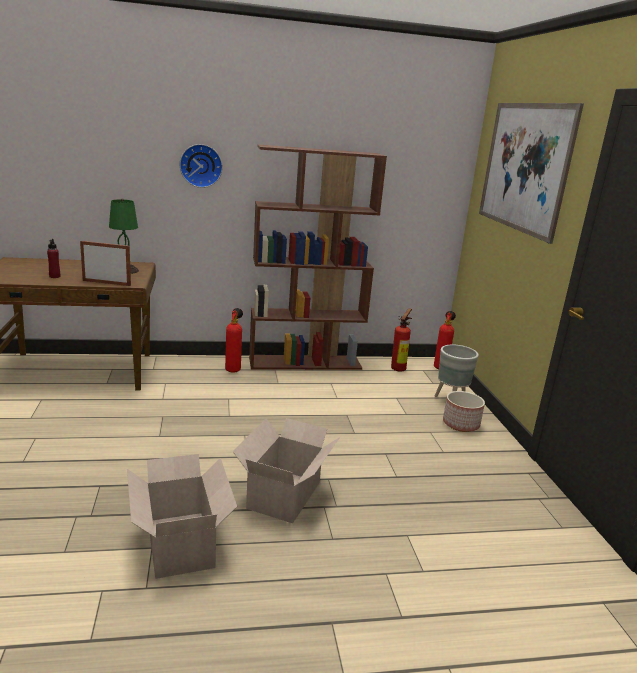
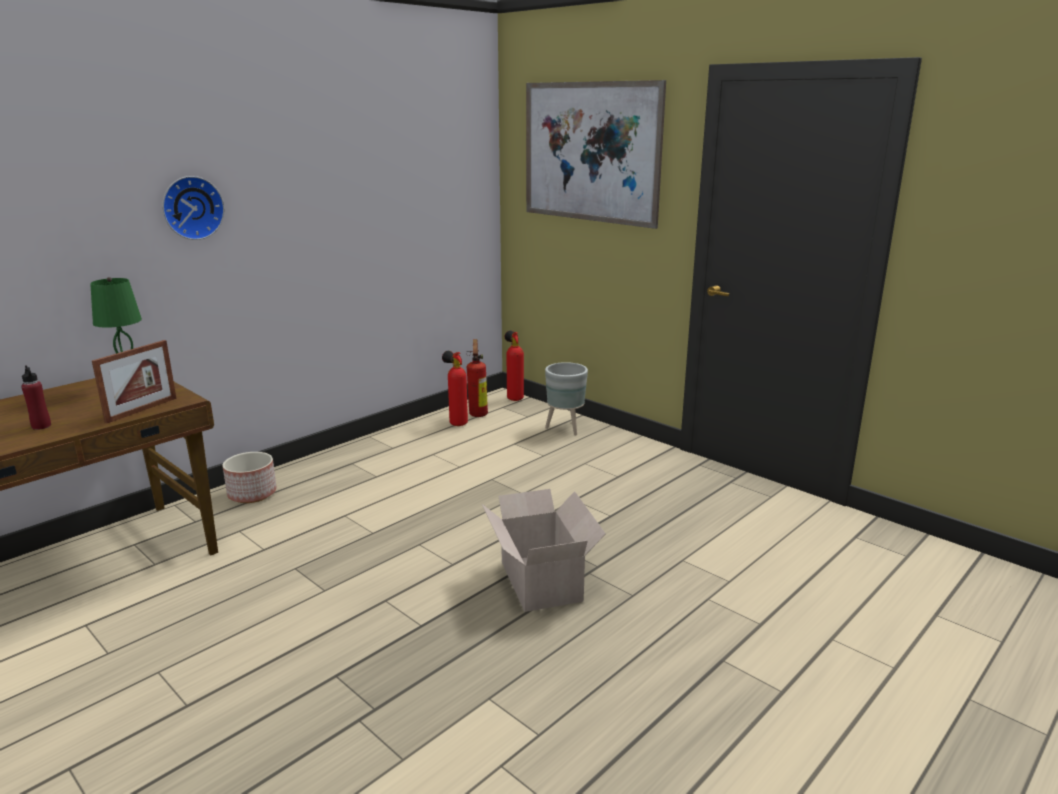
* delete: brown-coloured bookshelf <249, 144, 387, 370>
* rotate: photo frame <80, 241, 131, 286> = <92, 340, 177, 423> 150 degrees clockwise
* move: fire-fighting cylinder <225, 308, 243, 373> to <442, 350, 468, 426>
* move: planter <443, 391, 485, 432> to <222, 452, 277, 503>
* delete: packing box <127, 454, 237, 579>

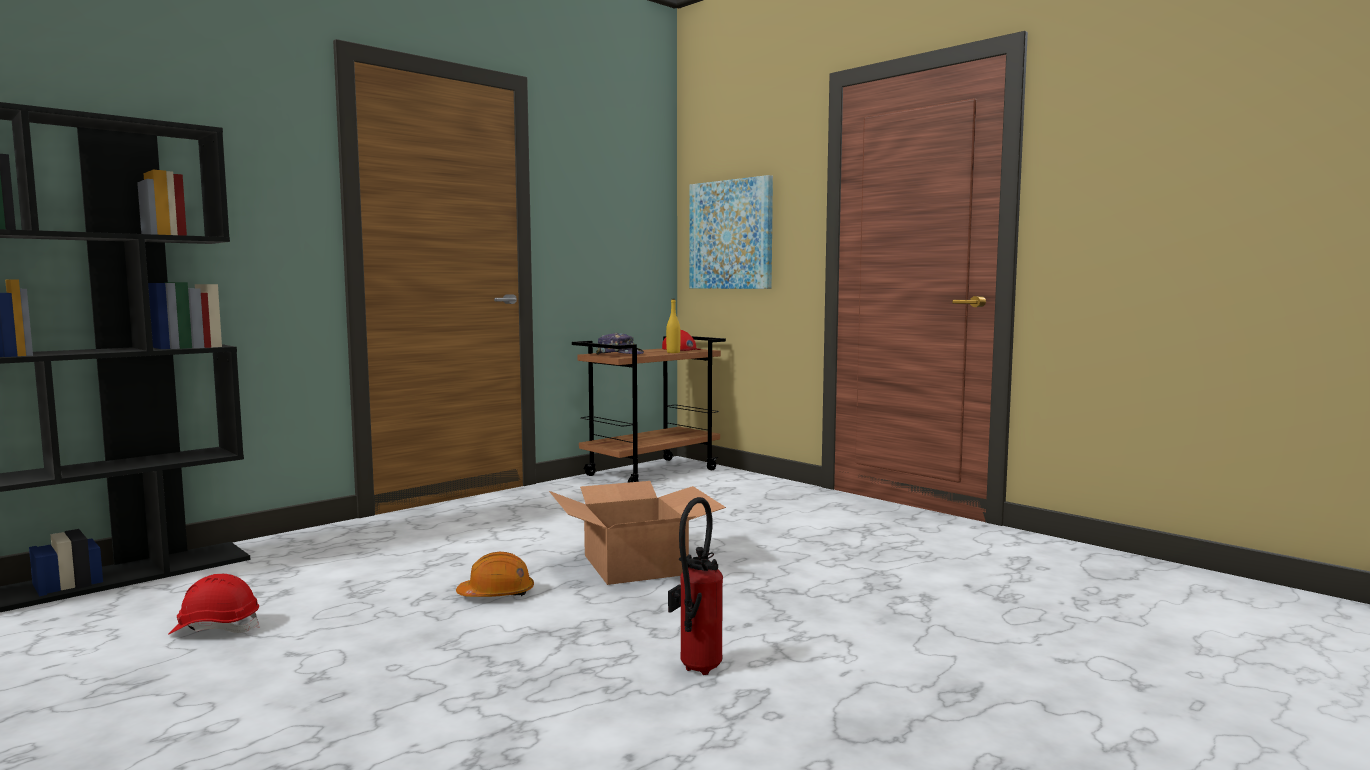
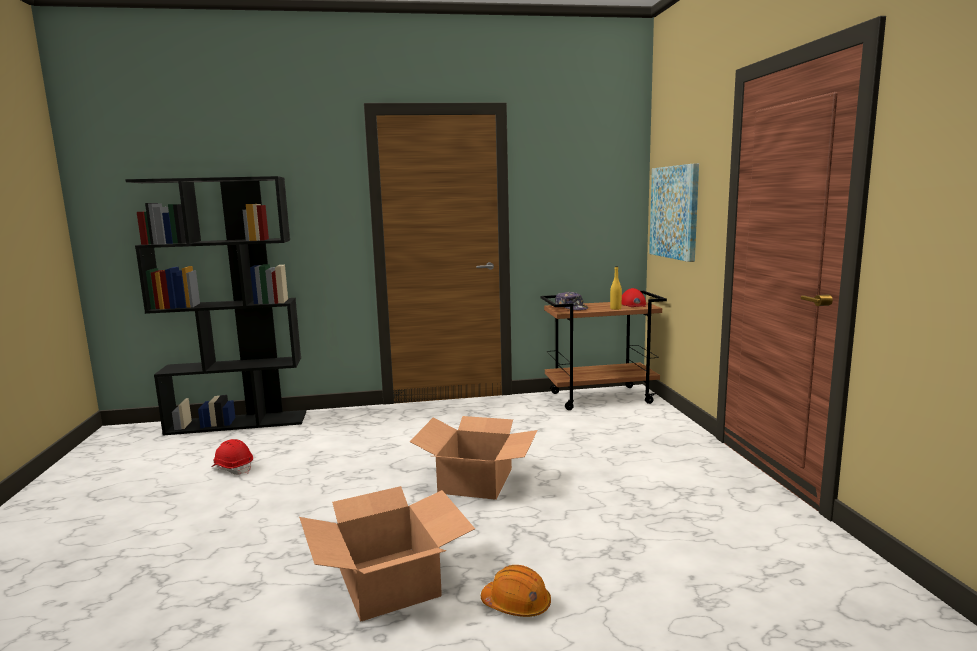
* replace: fire-fighting cylinder <668, 497, 723, 675> to packing box <299, 486, 475, 622>
* move: orangey hard hat <456, 552, 534, 597> to <481, 565, 551, 617>

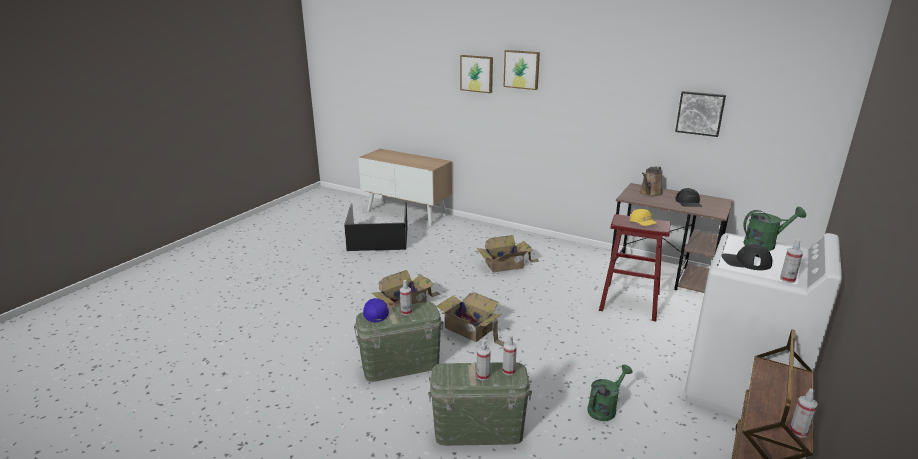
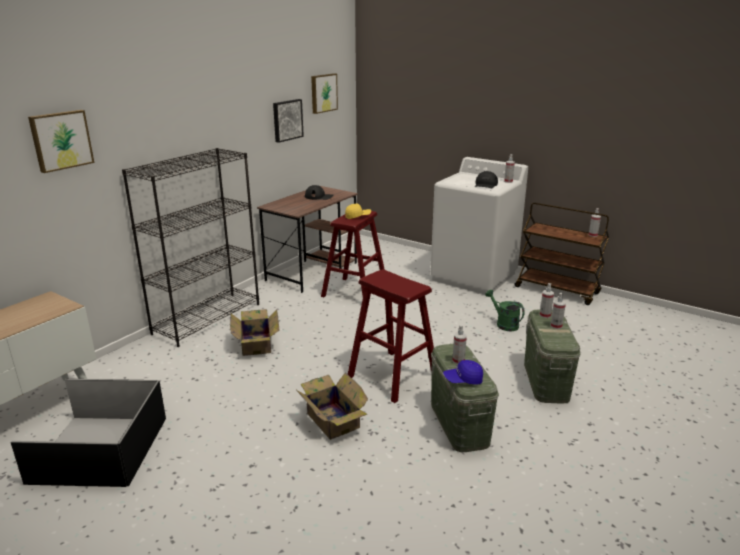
* move: wall picture <503, 50, 540, 90> to <311, 73, 338, 114>
* delete: brown-coloured sprinkling can <639, 166, 663, 196>
* delete: greenish sprinkling can <743, 207, 806, 251>
* replace: packing box <436, 293, 505, 347> to red-coloured sitting stool <348, 270, 434, 403>
* insert: blackish bookshelf <122, 148, 259, 347>

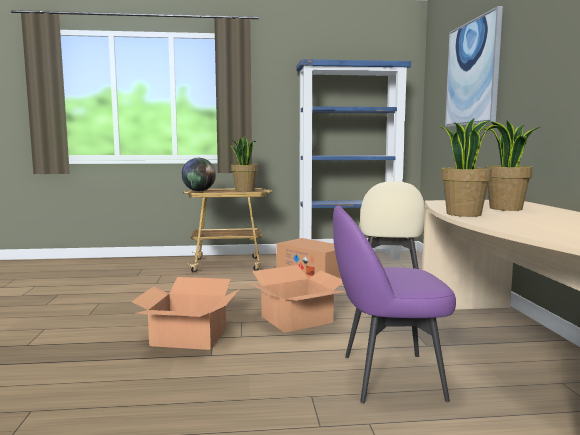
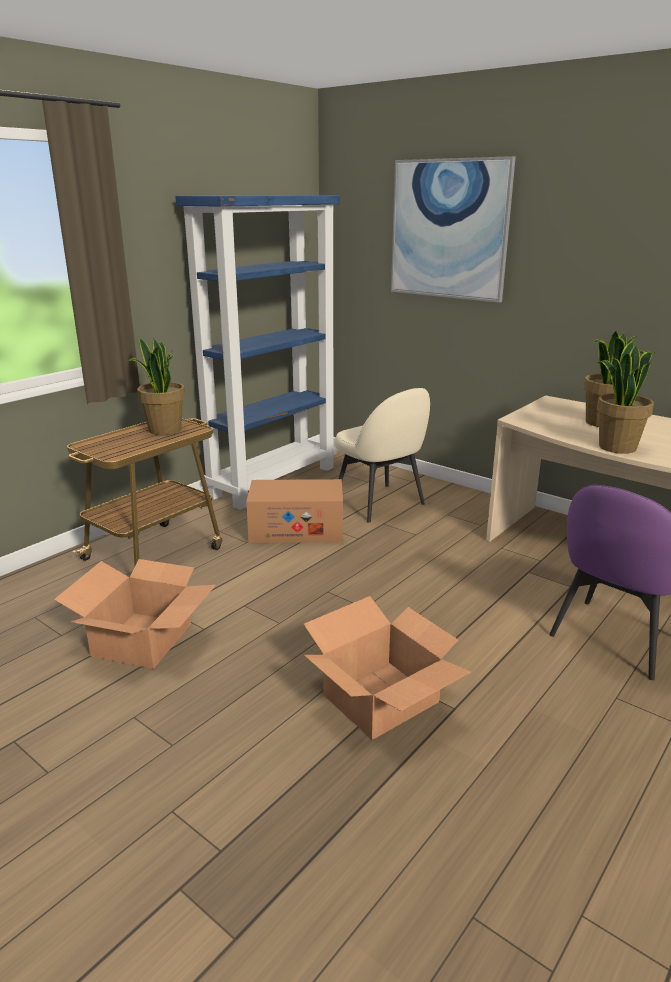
* delete: world globe <182, 158, 216, 191>
* move: packing box <249, 265, 346, 333> to <54, 559, 216, 669>

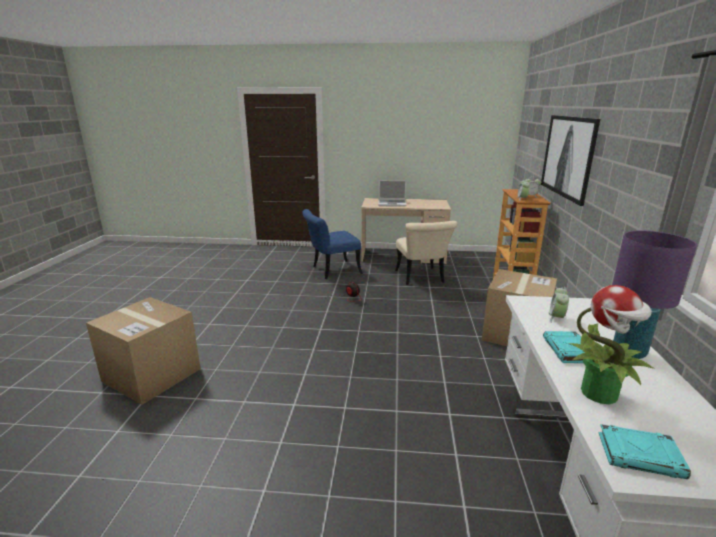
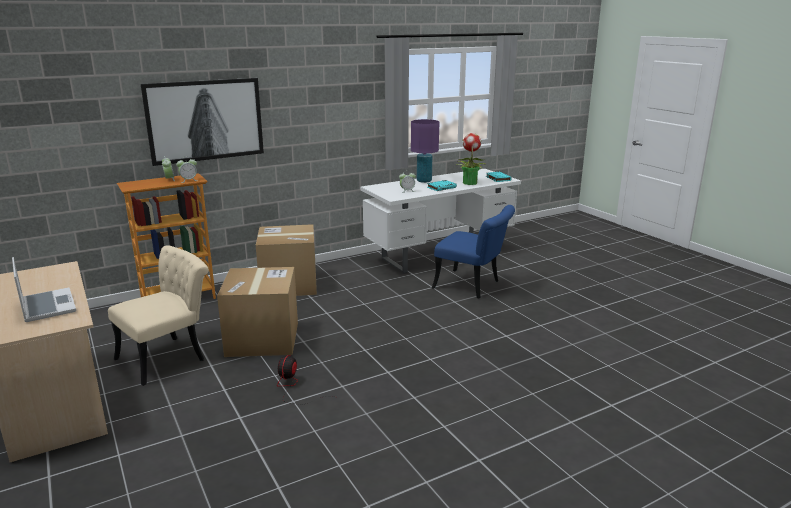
* move: blue-coloured plain chair <302, 209, 363, 279> to <432, 205, 515, 298>
* move: packing box <86, 297, 201, 405> to <217, 267, 298, 357>

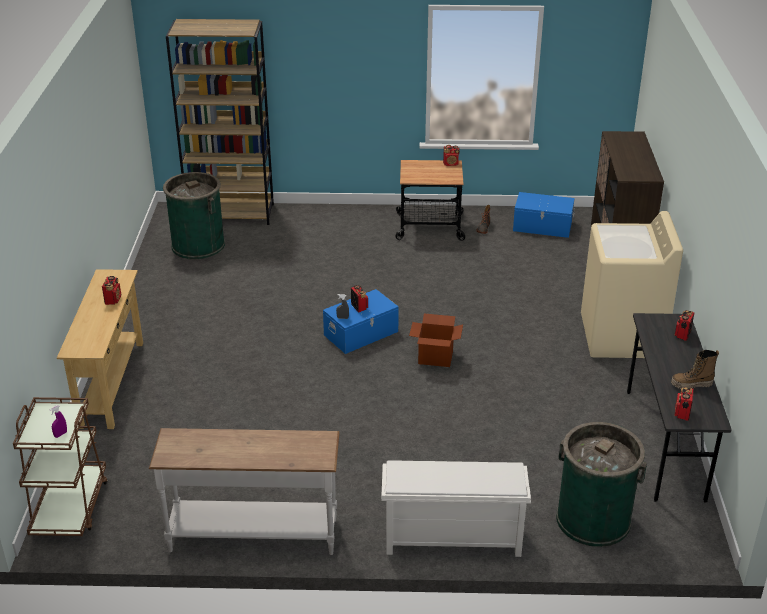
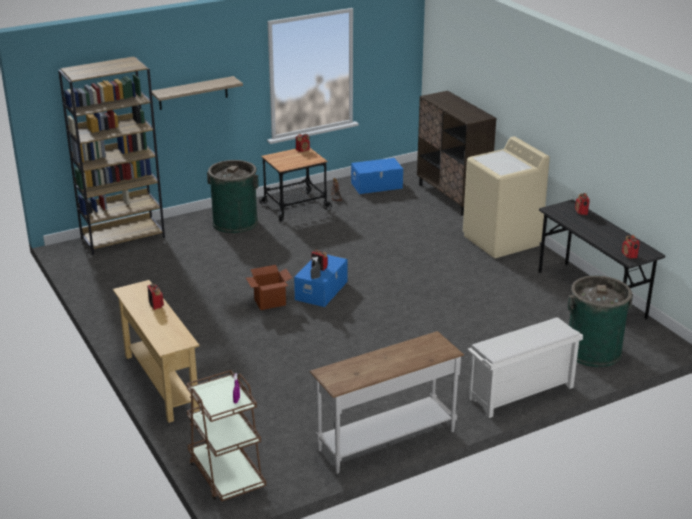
* move: greenish rubbish bin <163, 172, 225, 260> to <207, 160, 259, 233>
* move: packing box <409, 313, 463, 367> to <246, 265, 292, 310>
* delete: tall boot <671, 350, 719, 389>
* insert: wall shelf <152, 76, 243, 110>

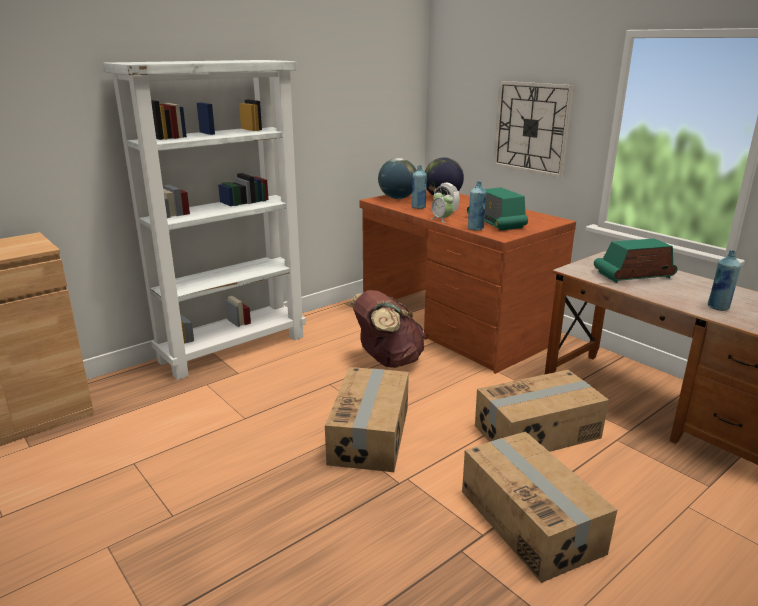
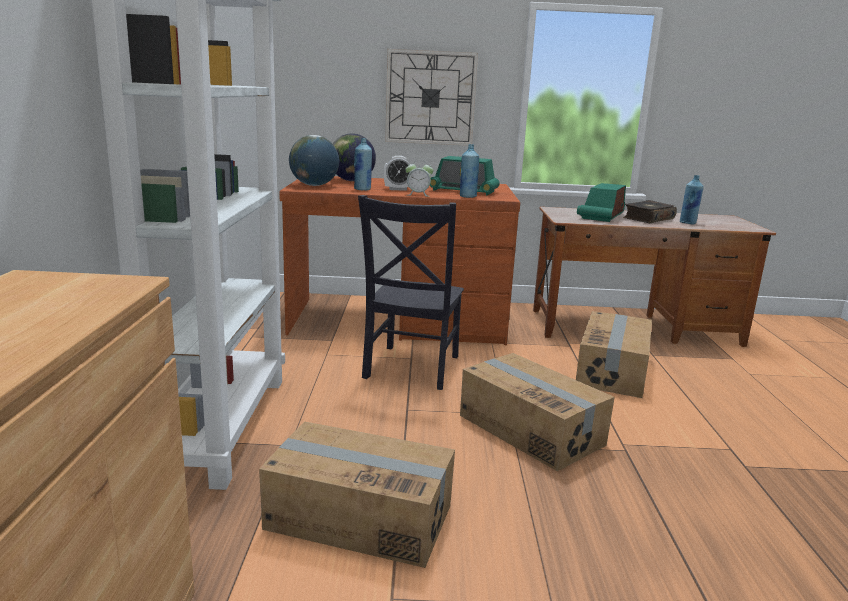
* replace: brown-coloured rucksack <349, 290, 426, 368> to blackish plain chair <358, 195, 464, 390>
* move: packing box <462, 432, 617, 583> to <259, 422, 455, 568>
* insert: volume <623, 200, 677, 223>

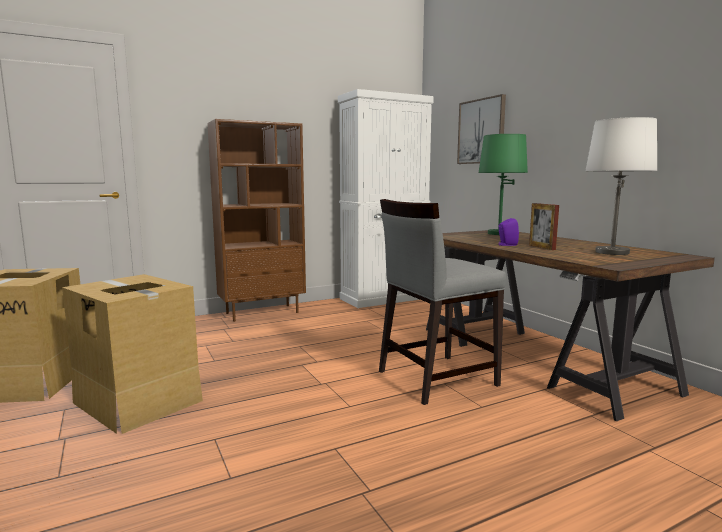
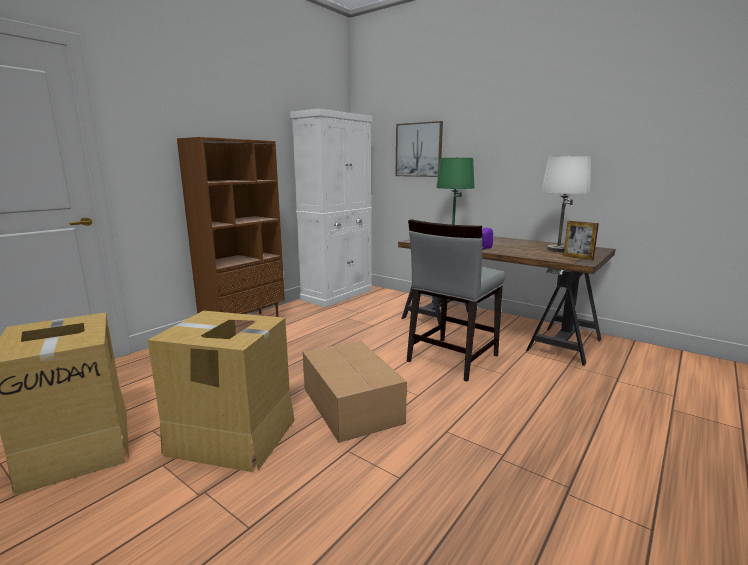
* move: photo frame <529, 203, 559, 250> to <563, 221, 599, 260>
* insert: packing box <303, 341, 407, 443>

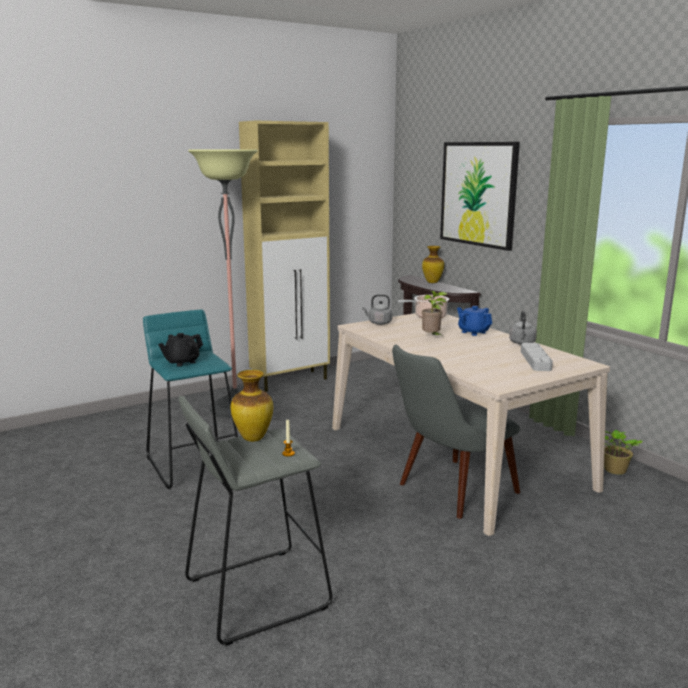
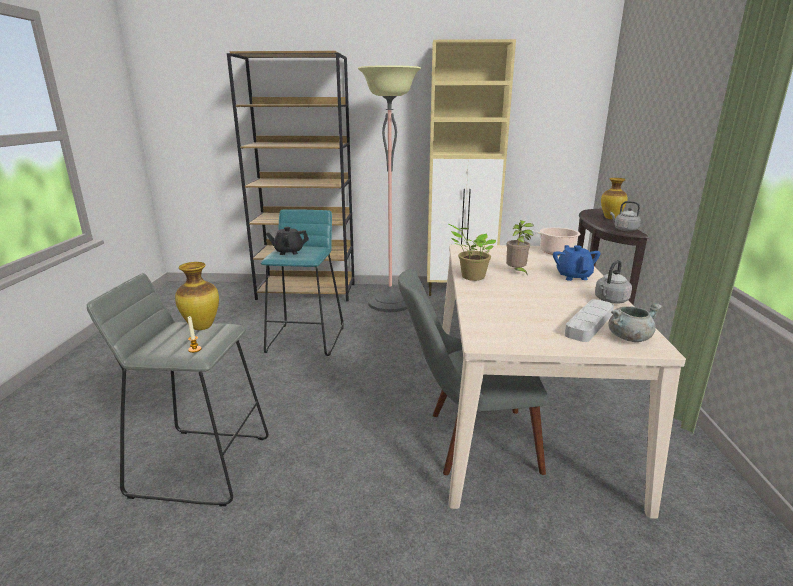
* delete: wall picture <440, 142, 520, 251>
* move: greyish kettle <362, 294, 392, 325> to <610, 201, 641, 231>
* move: potted plant <604, 430, 642, 475> to <449, 224, 496, 281>
* insert: brown-coloured bookshelf <227, 51, 355, 302>
* insert: greyish saucepot <608, 303, 662, 342>

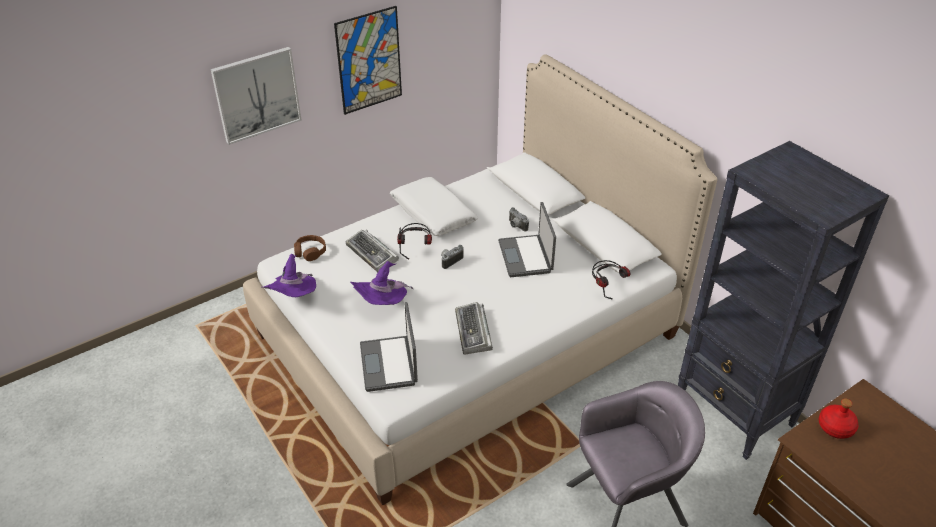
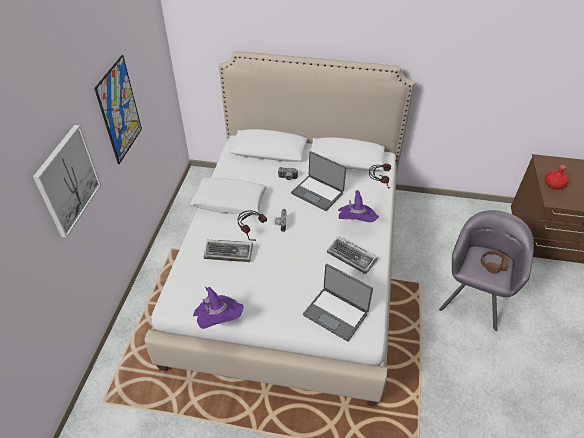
* delete: blackish bookshelf <678, 141, 889, 460>
* move: brown-coloured headset <294, 235, 326, 261> to <481, 250, 508, 274>
* move: purple clothing hat <350, 261, 413, 305> to <338, 190, 379, 222>

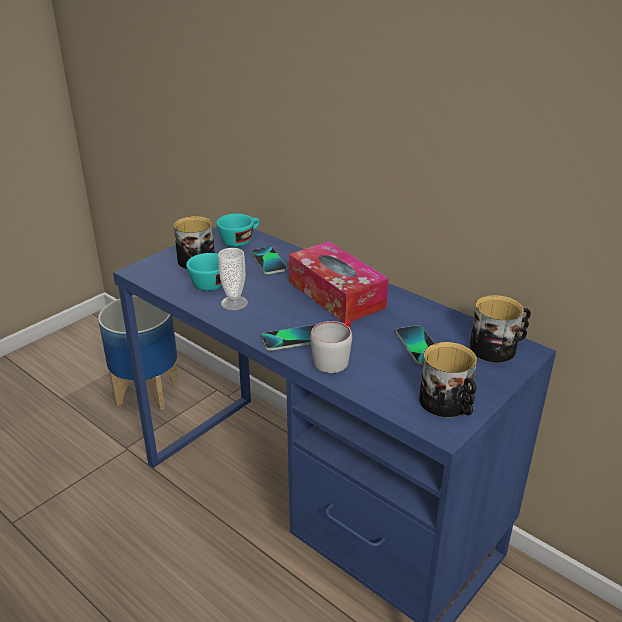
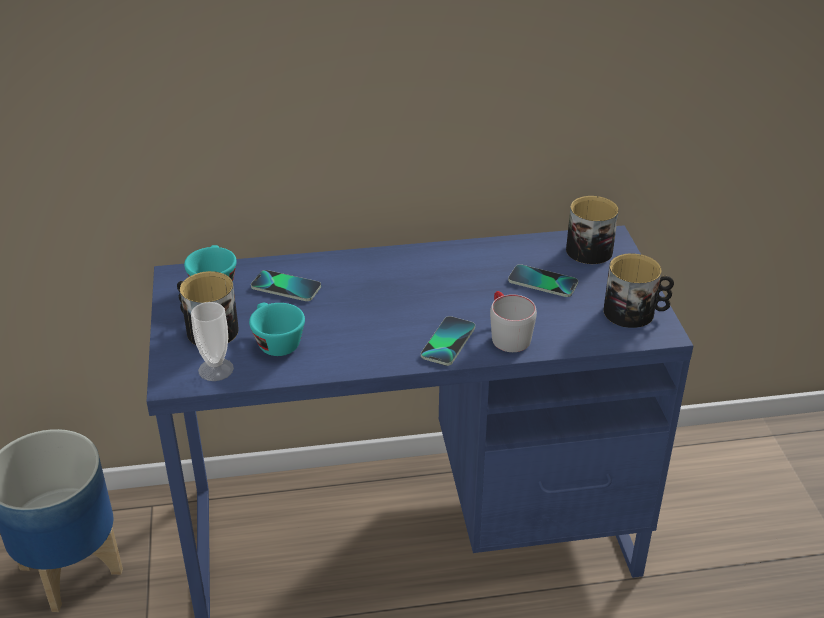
* delete: tissue box <289, 241, 389, 323>
* move: small cup <218, 248, 248, 310> to <191, 302, 234, 381>

